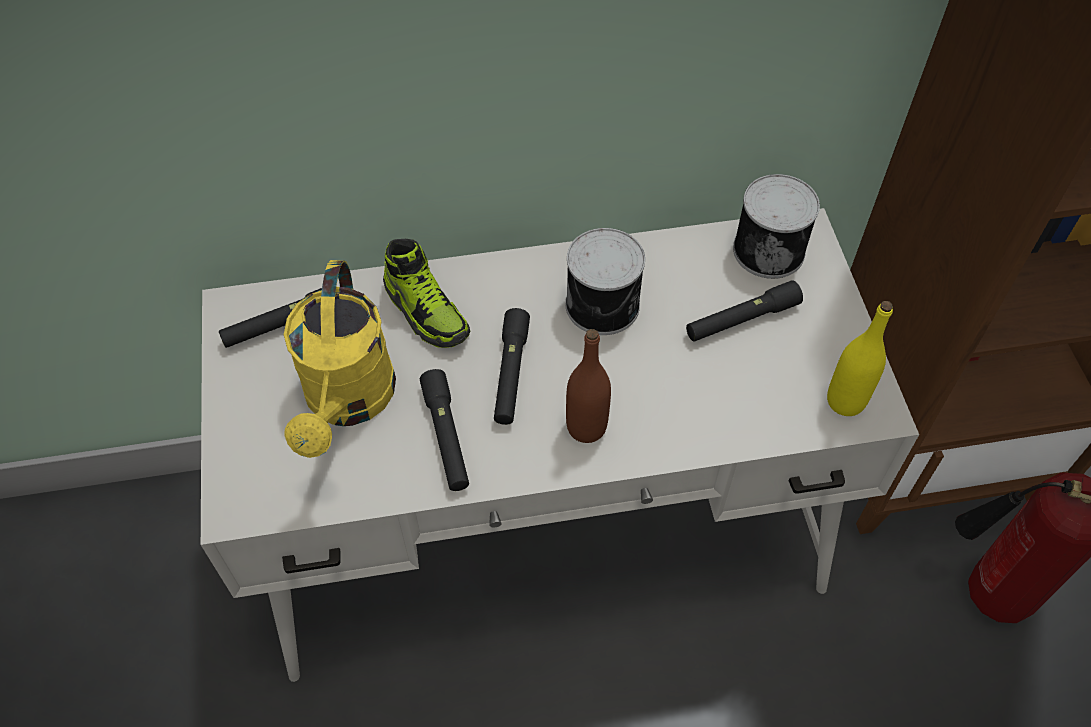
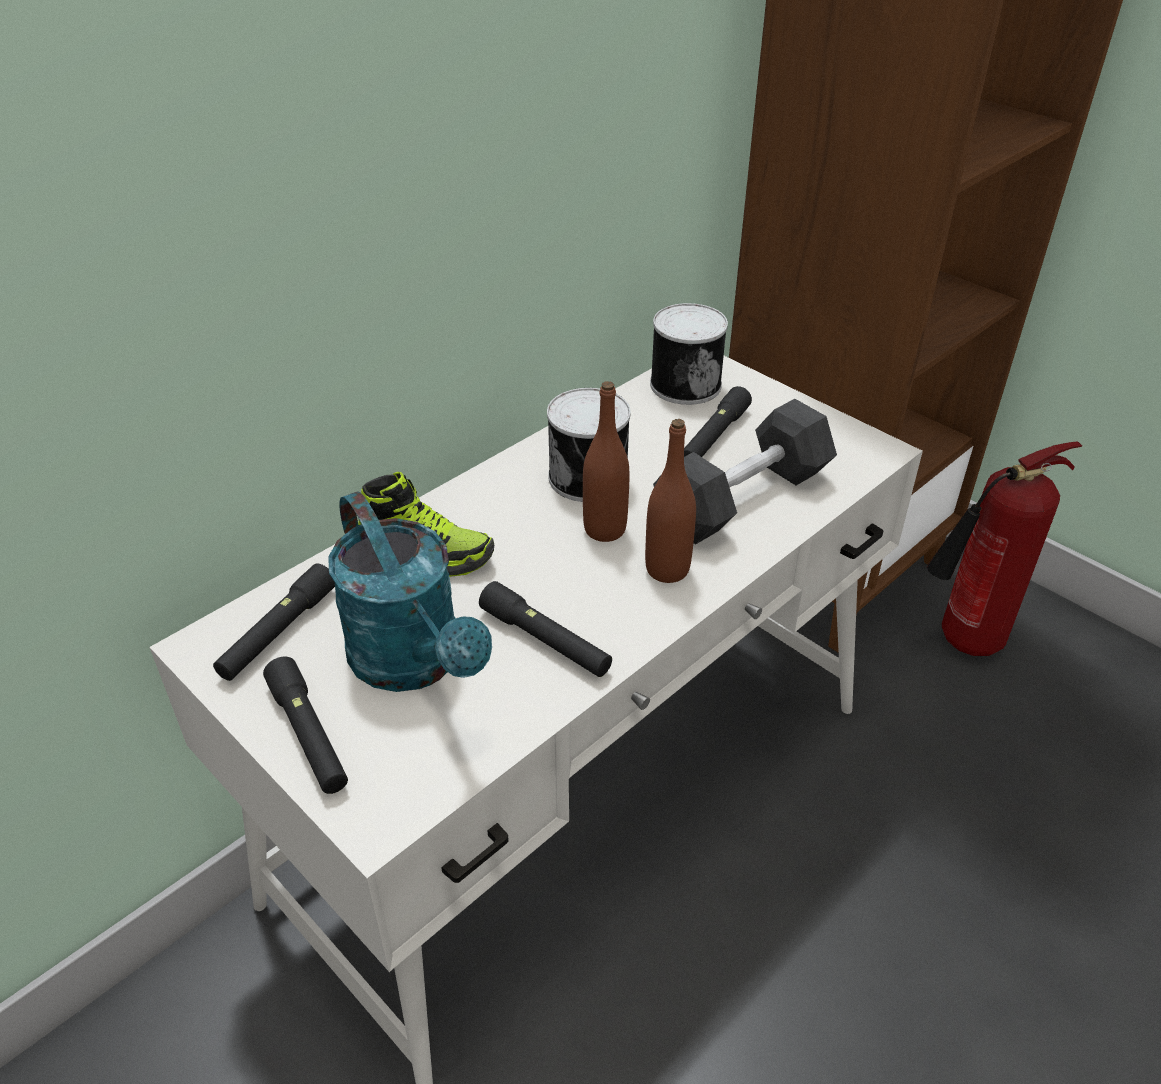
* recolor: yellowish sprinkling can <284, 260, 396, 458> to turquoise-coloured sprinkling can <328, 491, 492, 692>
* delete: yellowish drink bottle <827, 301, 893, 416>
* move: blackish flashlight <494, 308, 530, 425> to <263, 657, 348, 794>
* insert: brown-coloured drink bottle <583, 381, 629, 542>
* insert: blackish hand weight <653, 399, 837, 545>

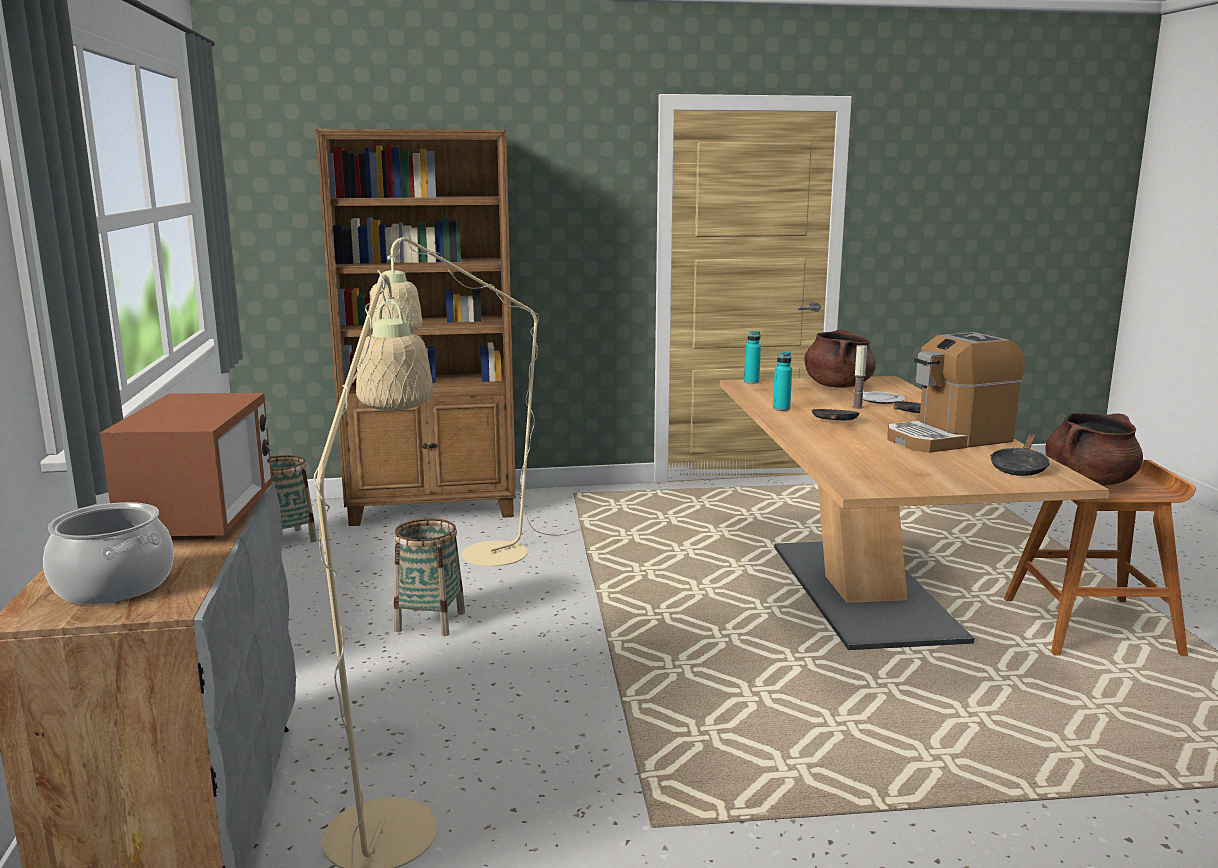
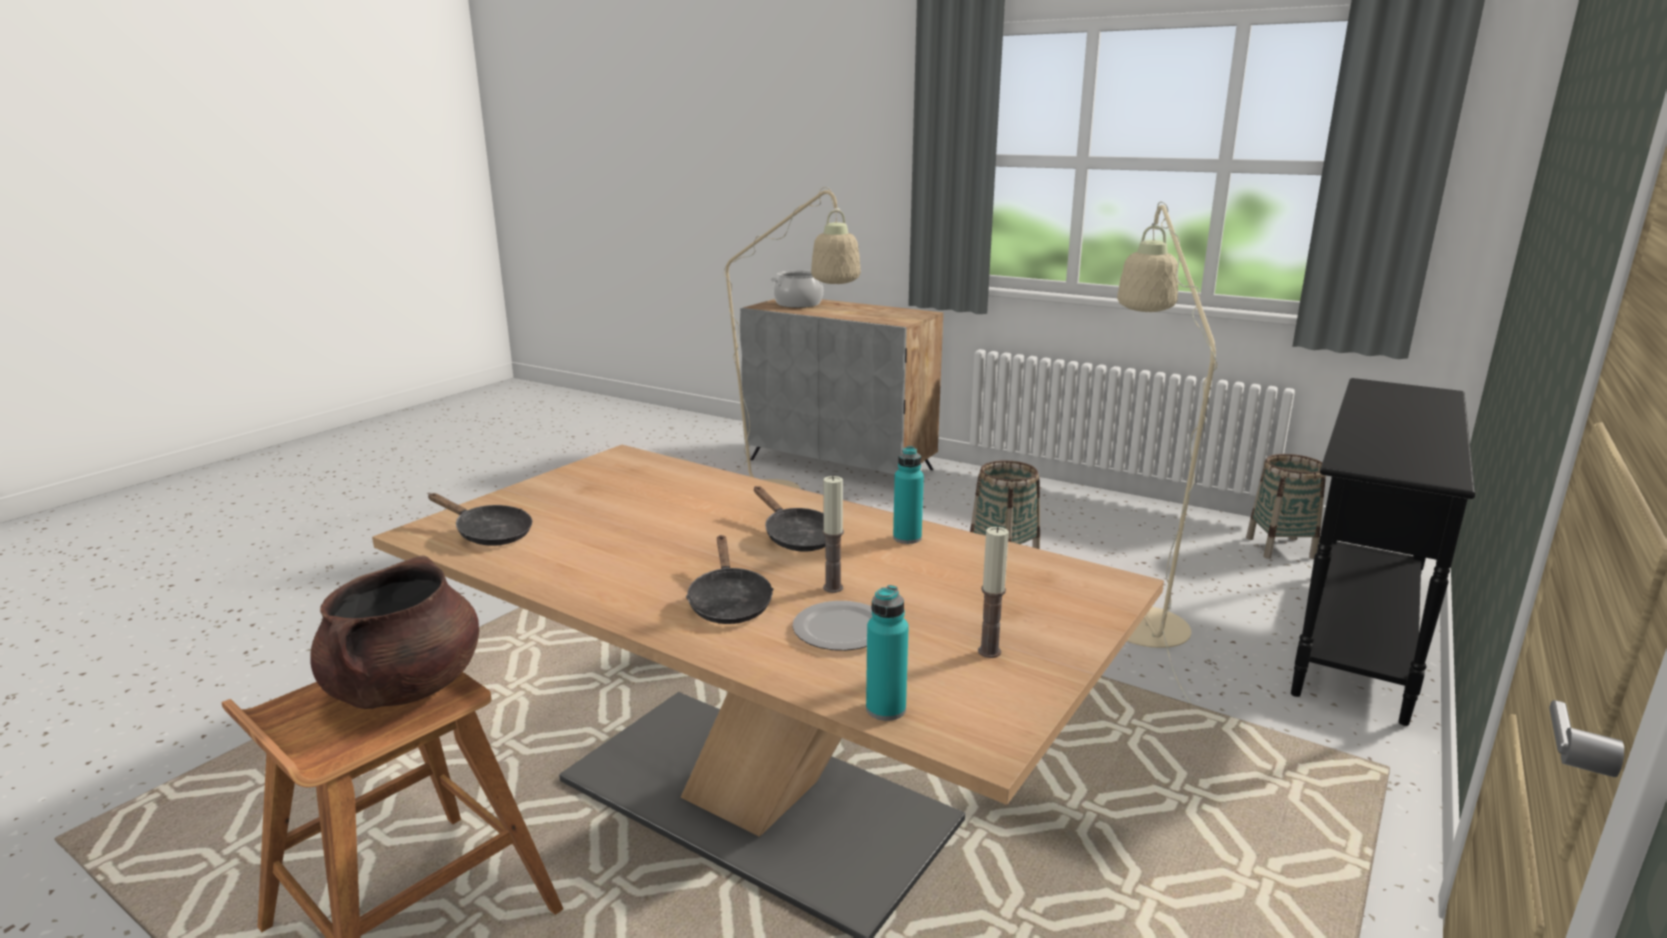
* replace: brown-coloured bookshelf <316, 129, 516, 526> to blackish console table <1291, 378, 1475, 726>
* replace: brown-coloured saucepot <804, 329, 876, 388> to wax light <978, 527, 1009, 658>
* move: turquoise-coloured drink bottle <744, 331, 761, 384> to <866, 585, 909, 721>
* delete: coffee machine <887, 332, 1025, 453>
* delete: microwave <100, 393, 273, 540>
* rotate: blackish frying pan <990, 434, 1050, 476> = <428, 493, 532, 546> 135 degrees clockwise

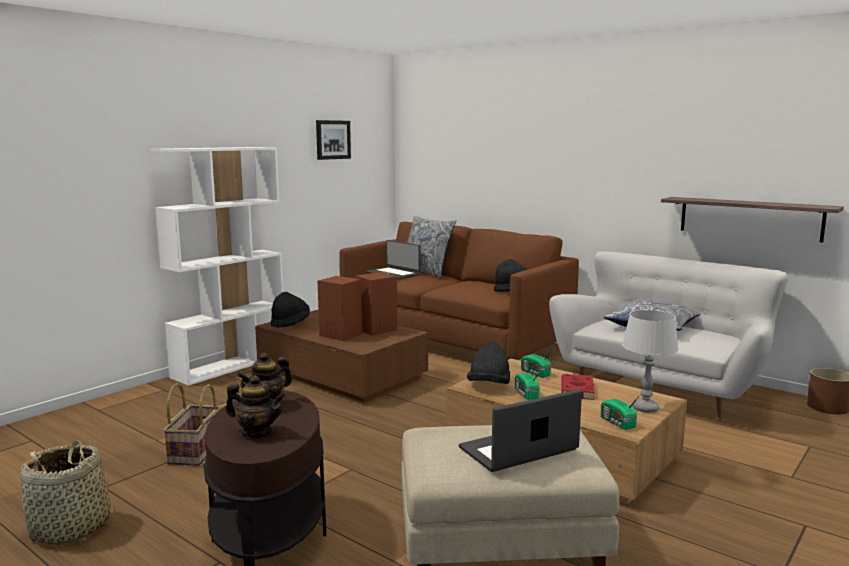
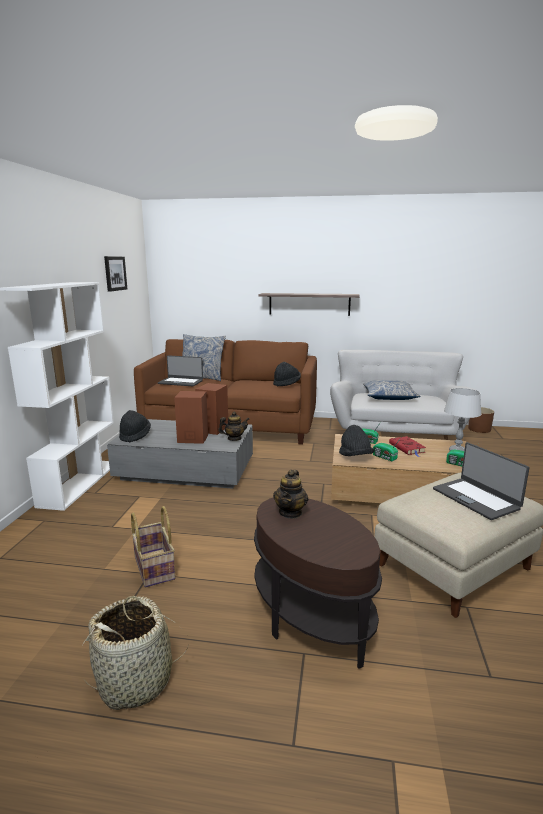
* move: wall shelf <661, 197, 844, 243> to <259, 293, 359, 316>
* recolor: brown-coloured lounge table <255, 310, 428, 402> to greyish lounge table <107, 419, 253, 489>
* move: teapot <226, 375, 286, 438> to <218, 411, 249, 441>
* rotate: laptop <459, 389, 582, 472> = <433, 442, 530, 520> 60 degrees counterclockwise

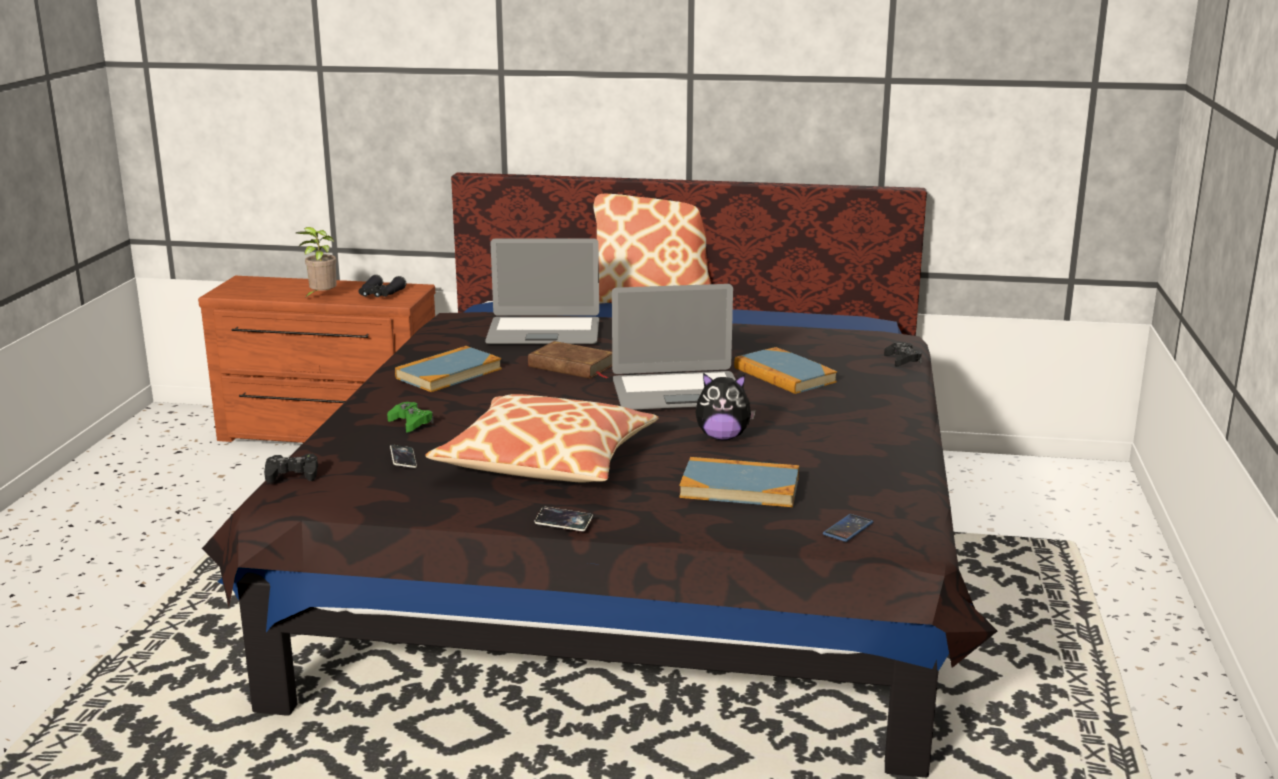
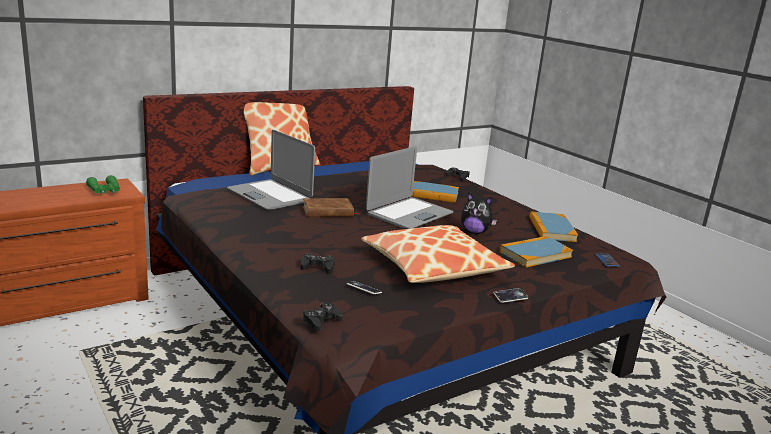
* delete: potted plant <296, 227, 337, 299>
* rotate: laptop <485, 239, 599, 344> = <227, 130, 315, 209> 90 degrees clockwise
* recolor: blackish binoculars <358, 275, 406, 297> to greenish binoculars <86, 175, 120, 194>
* move: volume <395, 346, 502, 392> to <530, 212, 578, 242>
* rotate: cuddly toy <695, 373, 756, 440> = <461, 193, 497, 234> 60 degrees clockwise
* recolor: greenish joypad <387, 402, 434, 433> to blackish joypad <301, 253, 335, 274>

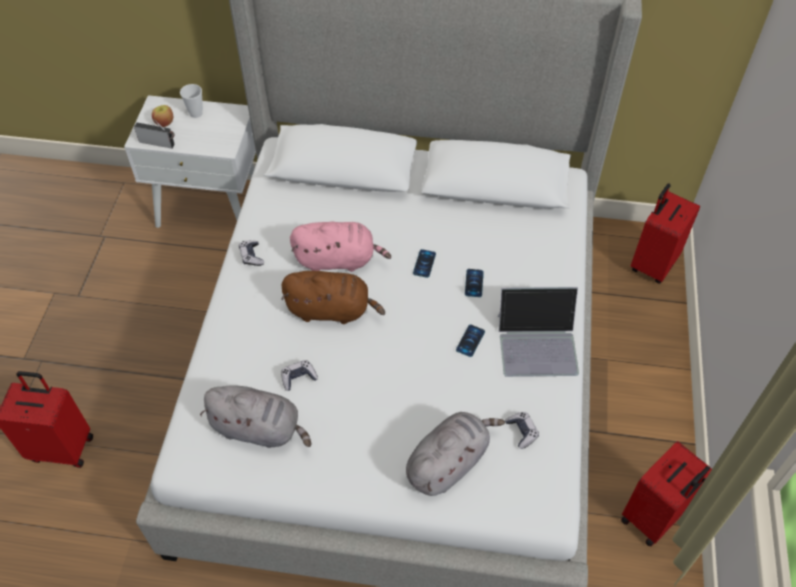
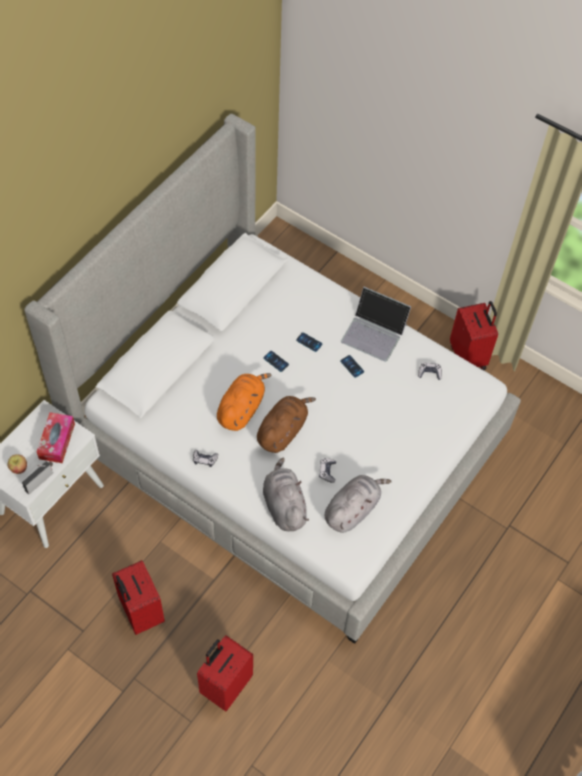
* delete: small cup <180, 84, 203, 118>
* move: red-coloured suitcase <630, 183, 700, 284> to <112, 560, 165, 635>
* recolor: pink-coloured cuddly toy <290, 222, 391, 272> to orangey cuddly toy <217, 373, 271, 431>
* rotate: laptop <498, 287, 579, 377> = <341, 287, 411, 362> 90 degrees clockwise
* move: greyish cuddly toy <406, 412, 505, 496> to <263, 458, 309, 531>
* insert: tissue box <37, 412, 75, 463>

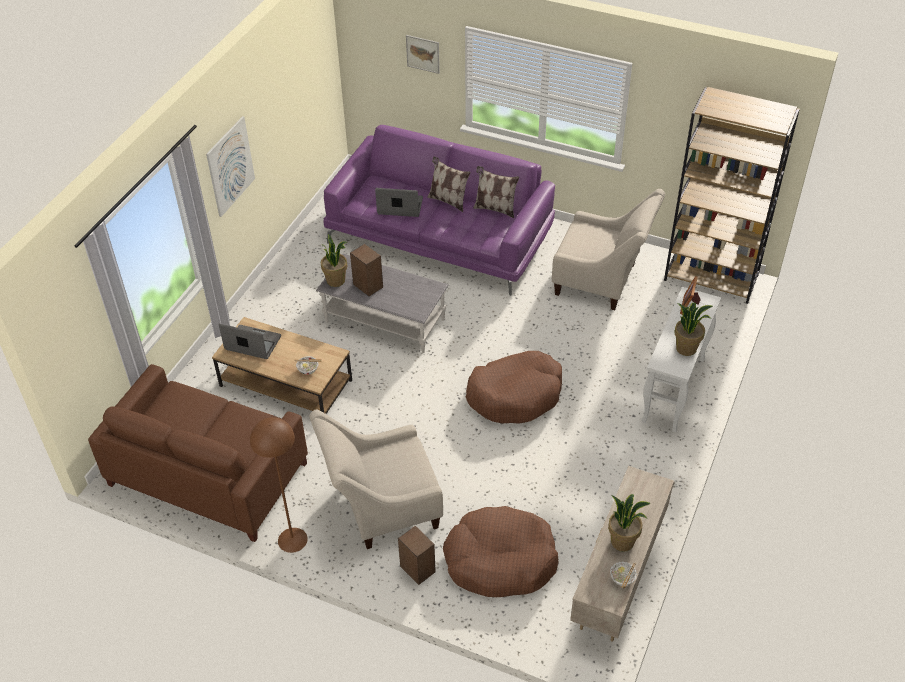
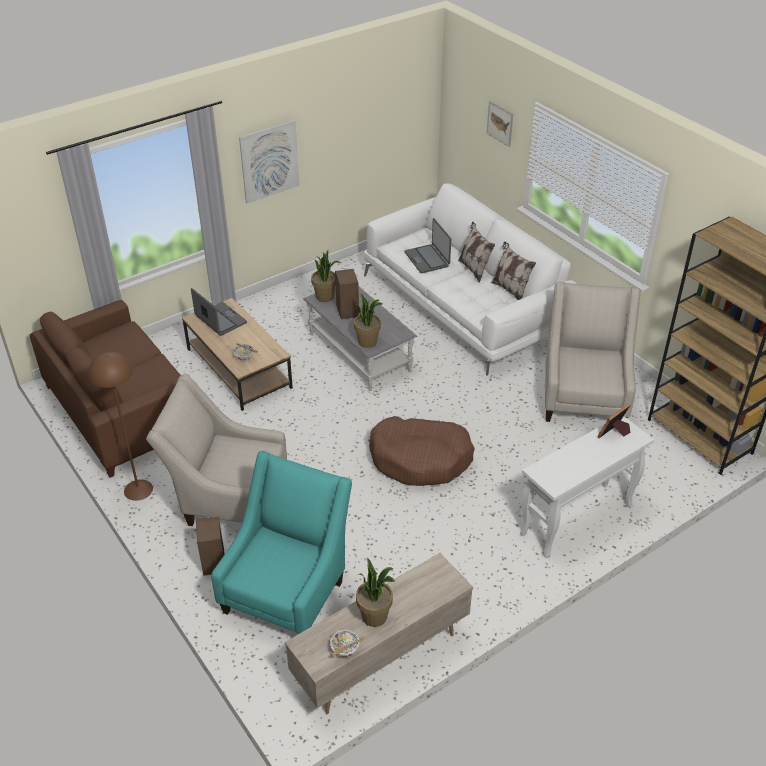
* recolor: purple settee <324, 125, 555, 296> to whitish settee <364, 183, 577, 376>
* rotate: laptop <375, 188, 423, 217> = <405, 218, 451, 273> 150 degrees counterclockwise
* rotate: beige-coloured armchair <552, 189, 665, 310> = <545, 282, 640, 422> 135 degrees counterclockwise
* move: potted plant <674, 302, 713, 356> to <354, 293, 383, 348>
* replace: brown-coloured dog cushion <443, 506, 559, 597> to turquoise-coloured armchair <211, 451, 352, 634>

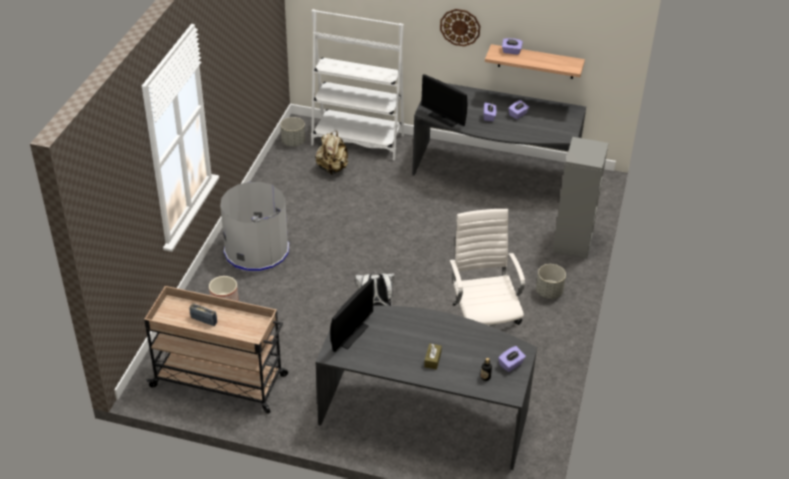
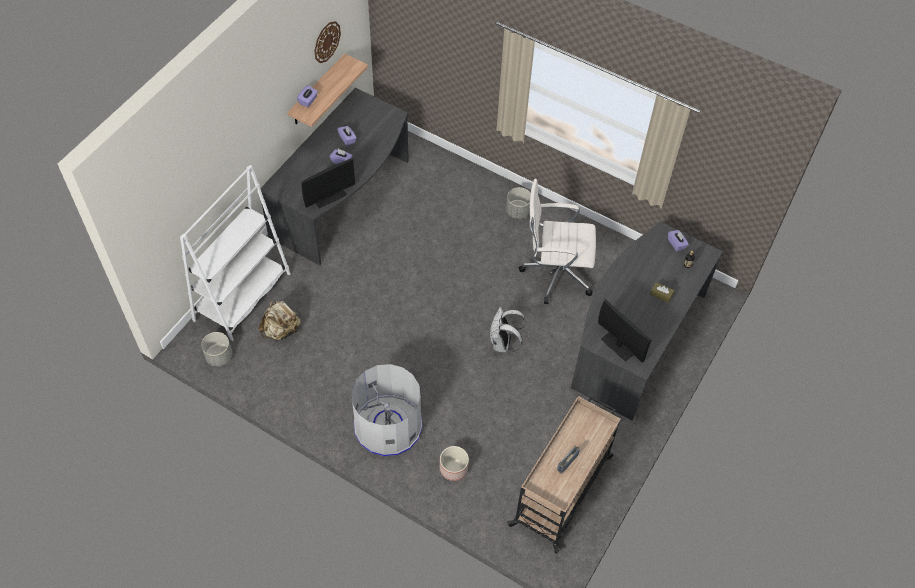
* move: hanging clock <440, 9, 480, 46> to <314, 21, 341, 63>
* delete: greyish bookshelf <553, 137, 609, 259>

